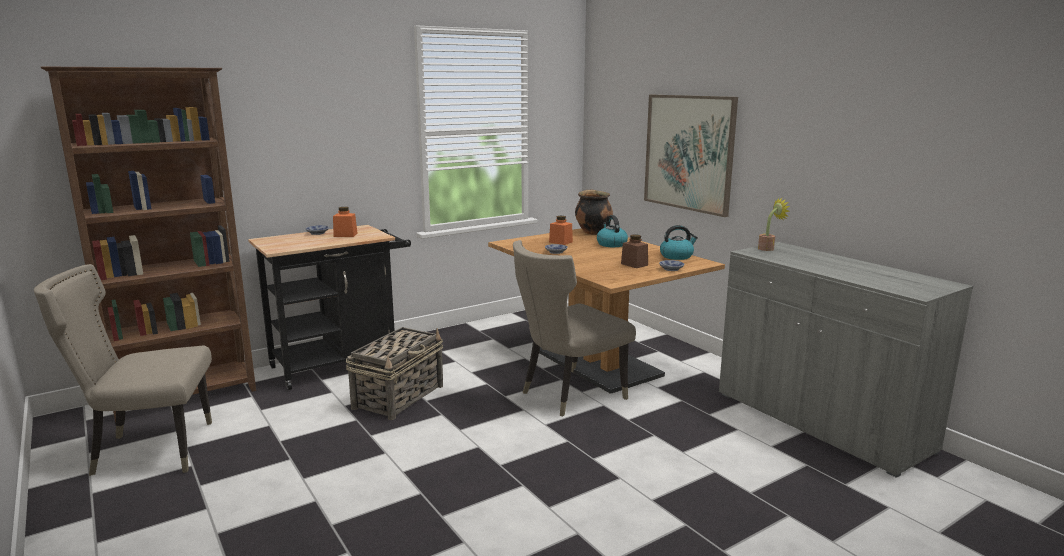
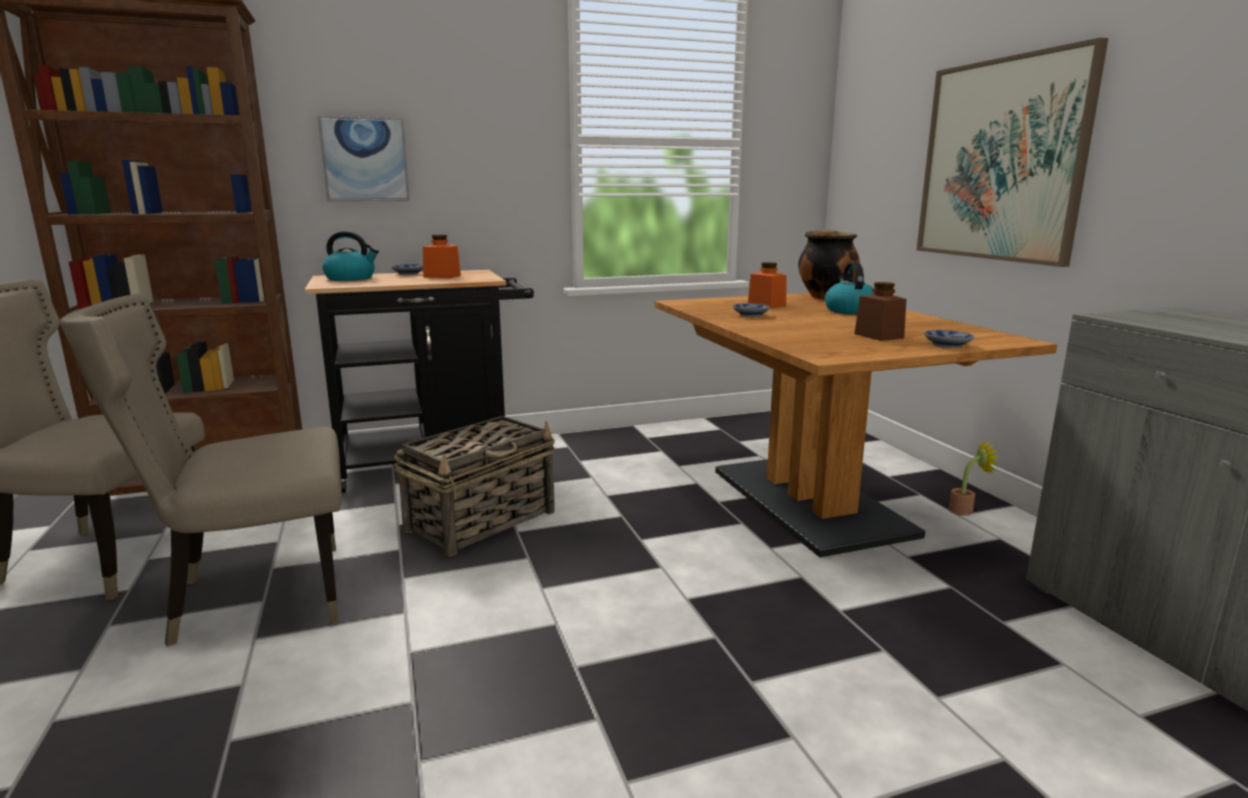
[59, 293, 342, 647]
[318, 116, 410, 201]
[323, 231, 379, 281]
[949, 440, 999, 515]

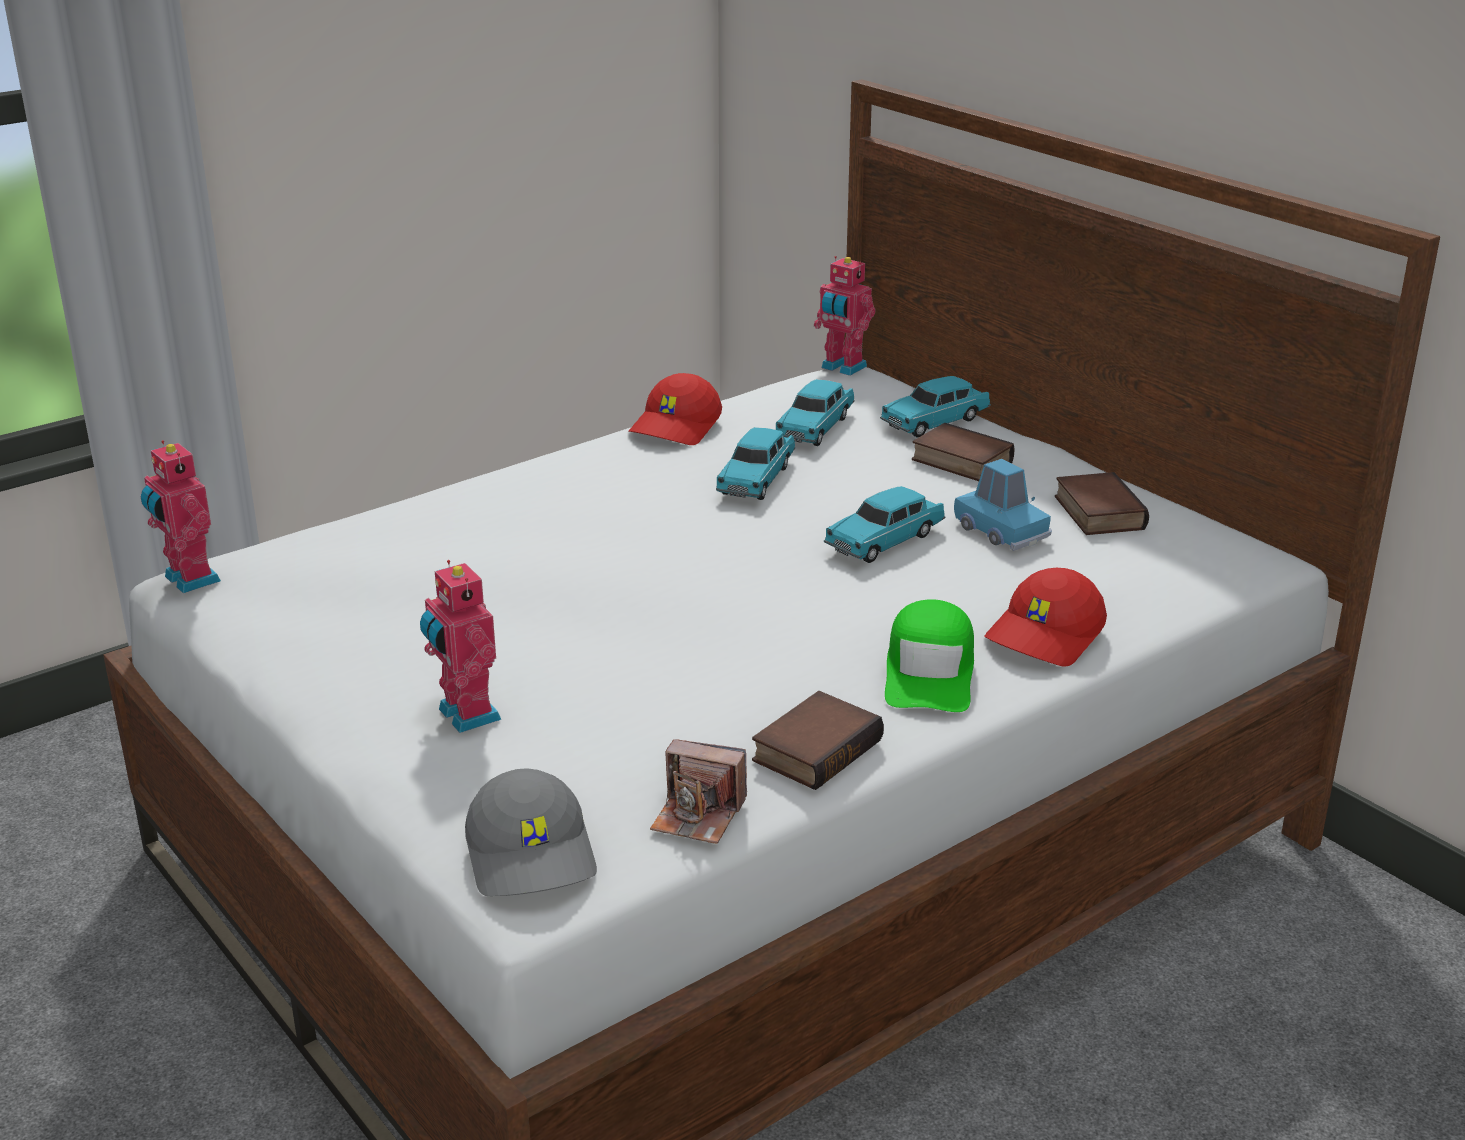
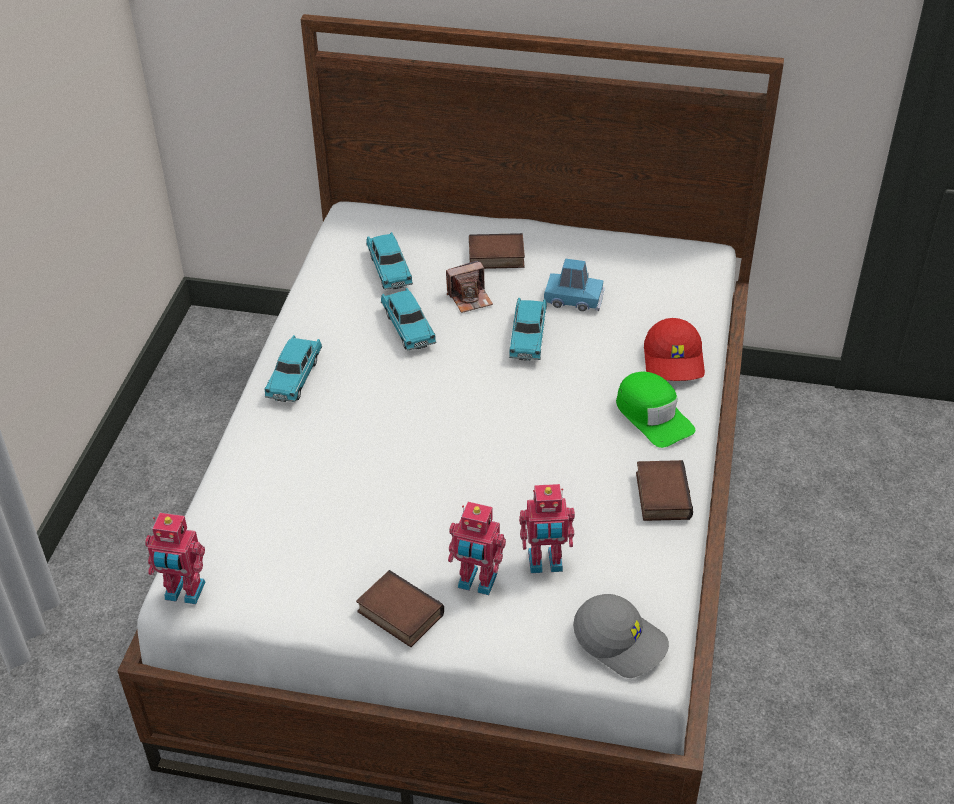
[264, 335, 322, 402]
[356, 570, 444, 647]
[446, 260, 493, 313]
[519, 484, 575, 573]
[628, 373, 722, 445] (first image)

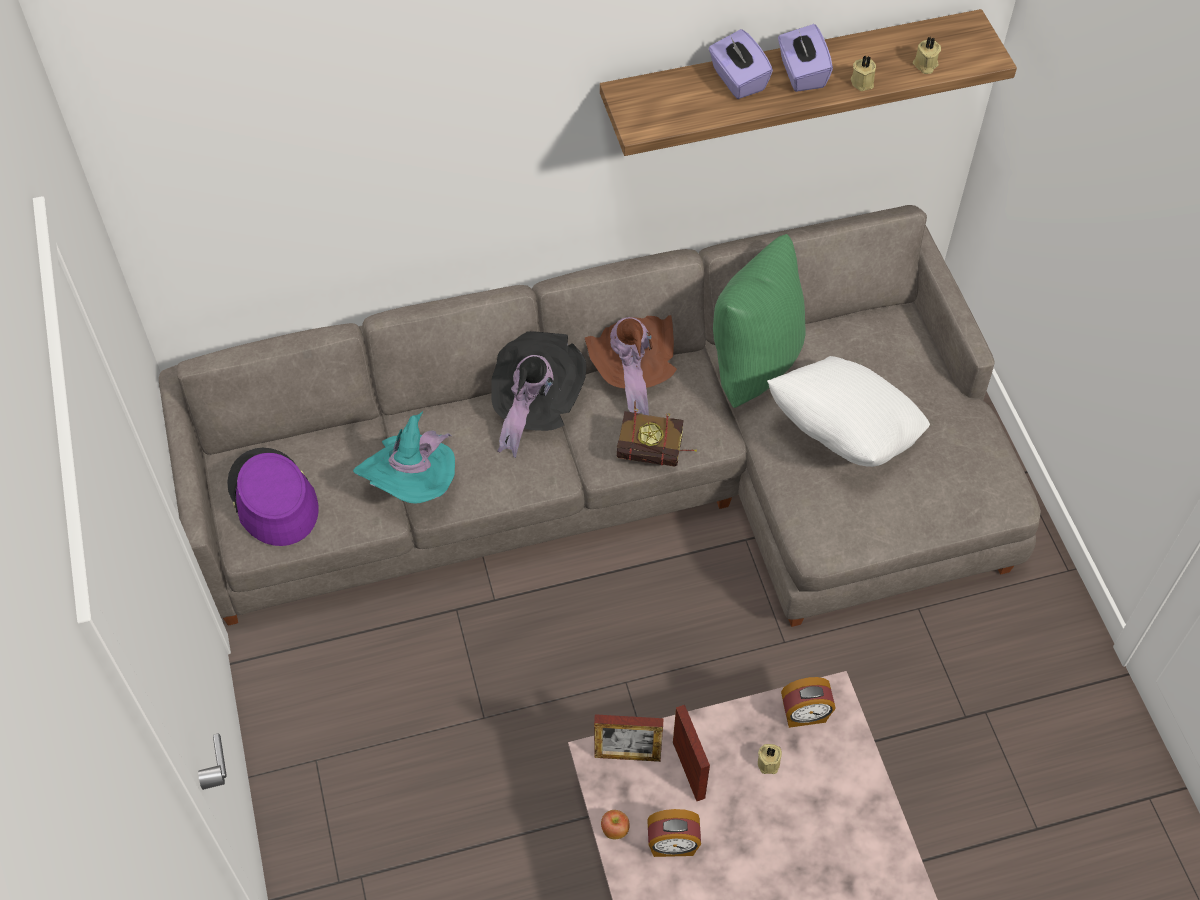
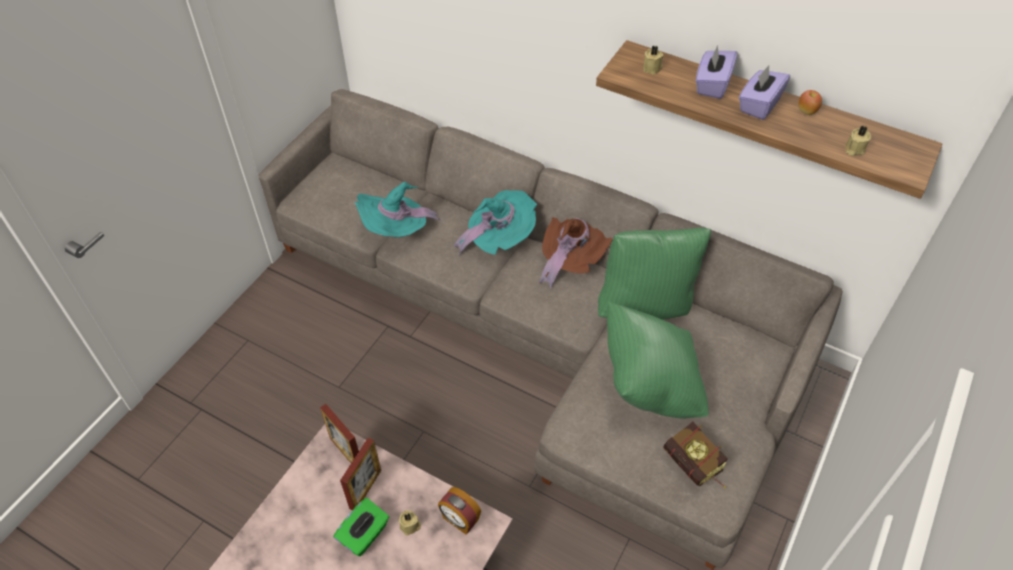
[333, 498, 389, 557]
[454, 190, 537, 255]
[607, 301, 709, 419]
[643, 46, 664, 75]
[664, 422, 728, 488]
[799, 90, 822, 115]
[227, 448, 319, 546] (first image)
[647, 809, 701, 857] (first image)

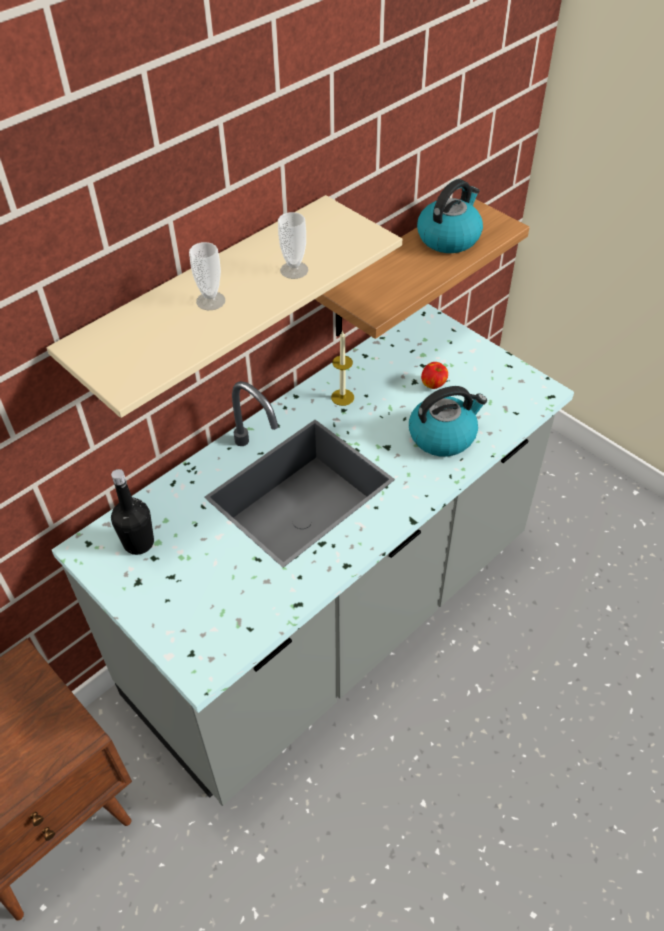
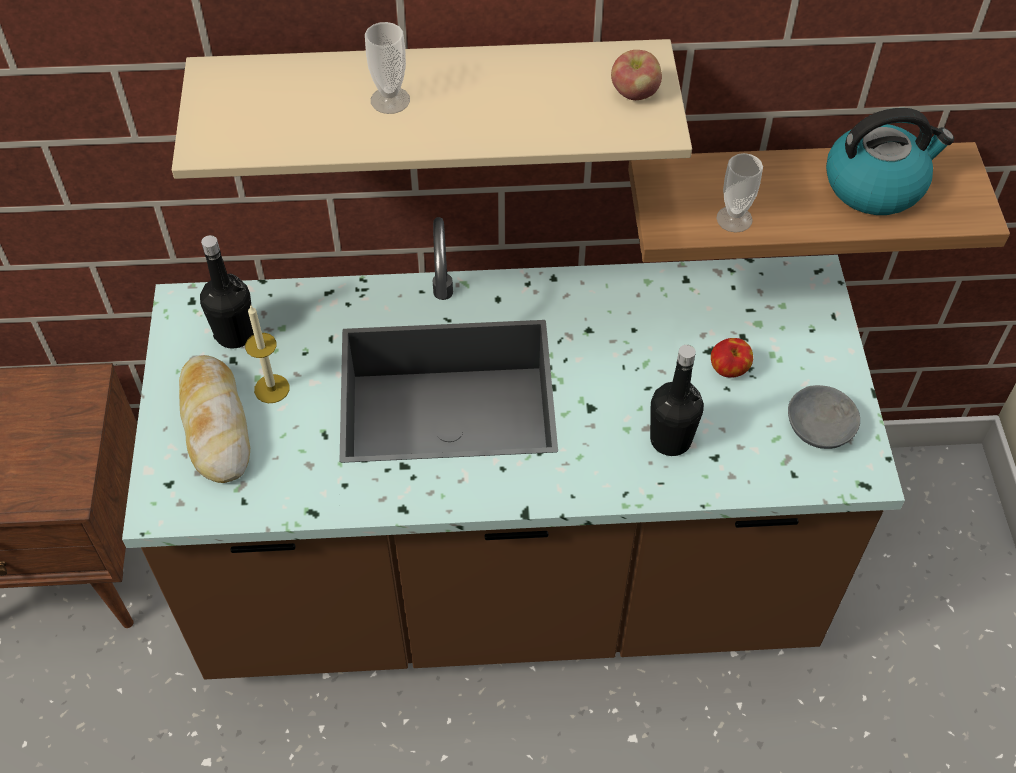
[122, 217, 905, 679]
[179, 355, 250, 483]
[245, 304, 290, 403]
[611, 50, 662, 100]
[650, 345, 704, 456]
[716, 153, 763, 233]
[788, 385, 860, 449]

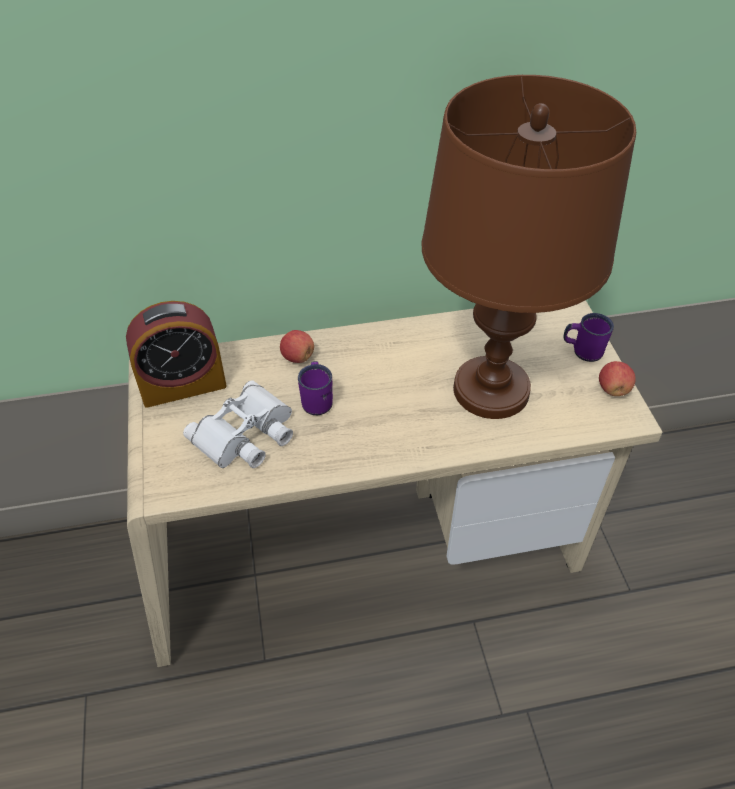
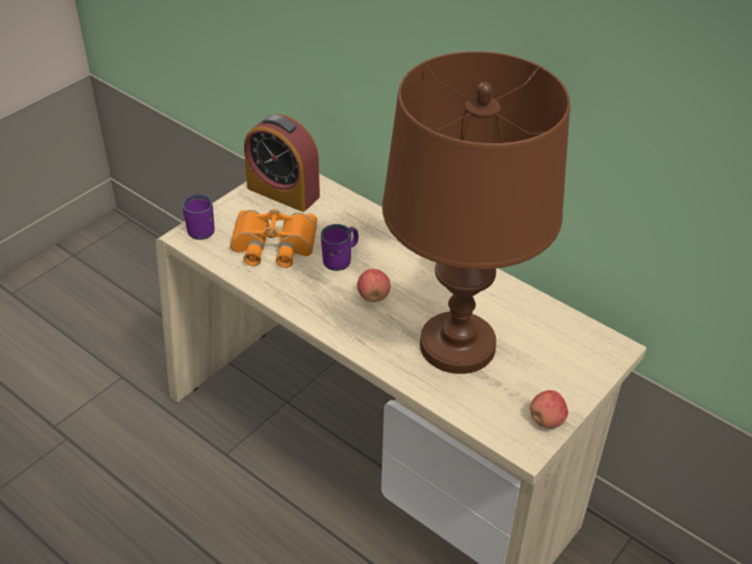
[182, 194, 215, 240]
[230, 209, 317, 268]
[357, 269, 391, 302]

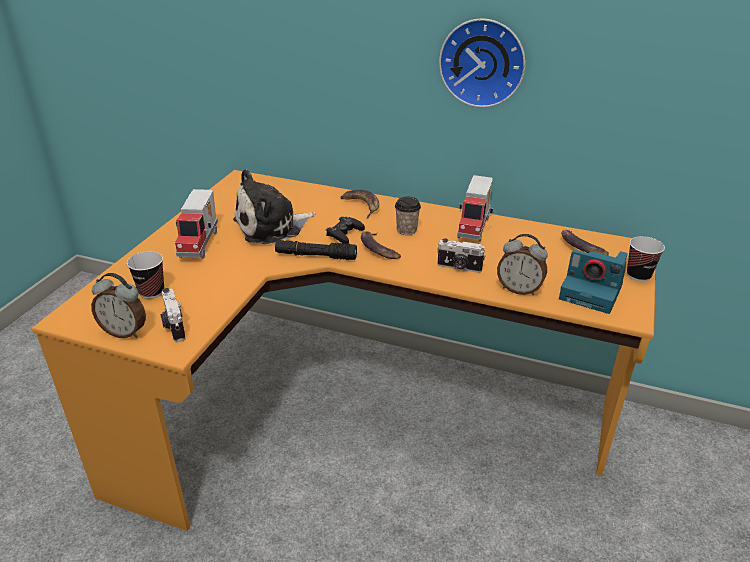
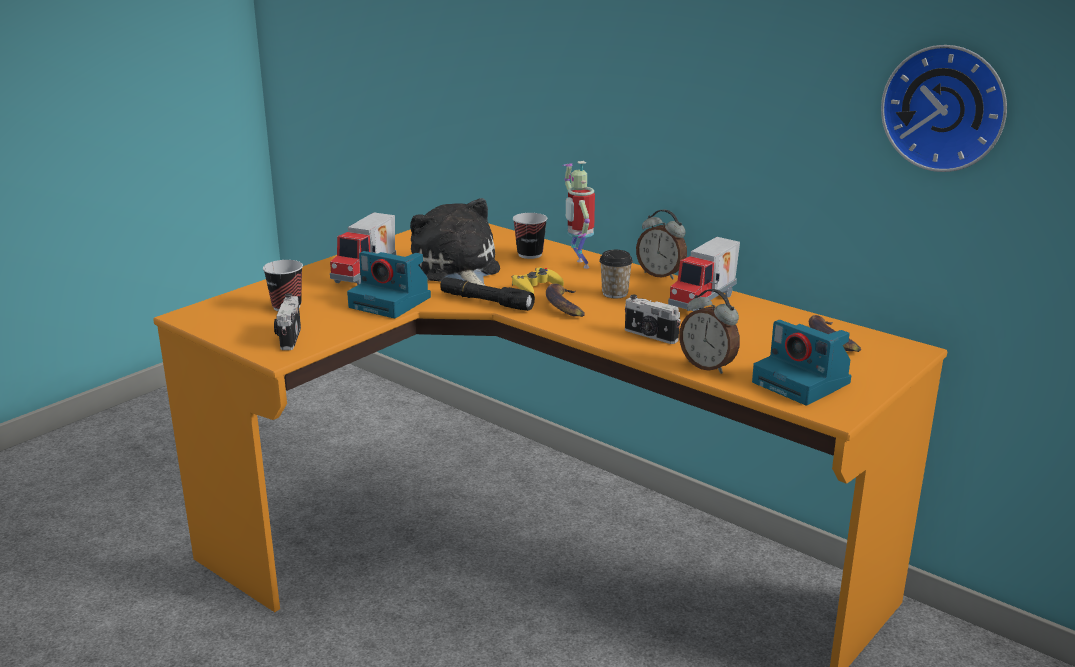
[347, 251, 431, 318]
[410, 198, 500, 286]
[512, 267, 564, 294]
[513, 213, 548, 259]
[562, 161, 595, 269]
[636, 209, 687, 280]
[881, 45, 1007, 172]

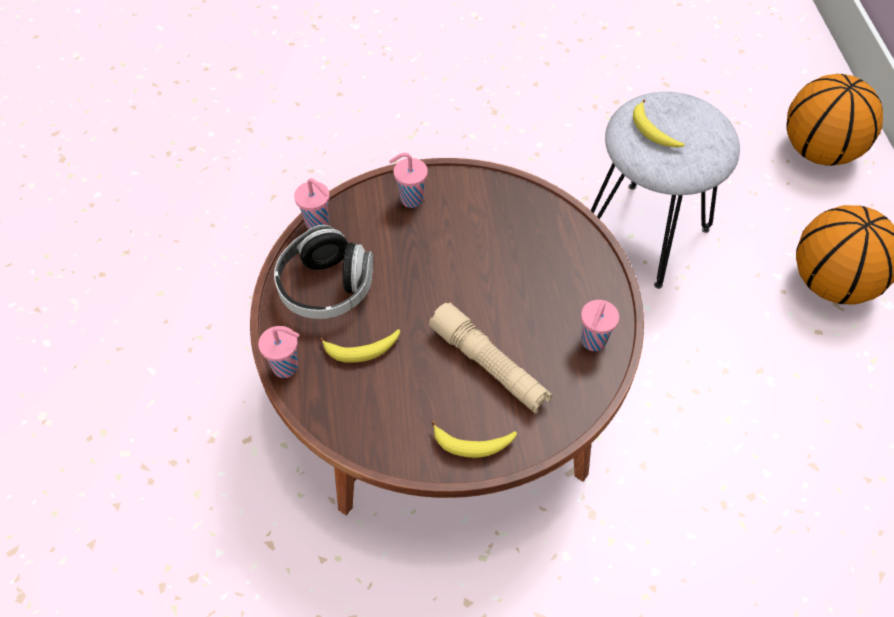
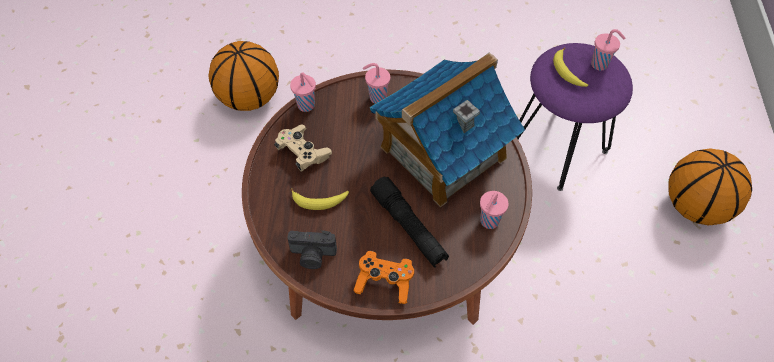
[208, 41, 279, 111]
[274, 124, 332, 172]
[287, 230, 337, 269]
[353, 251, 414, 304]
[370, 52, 525, 207]
[370, 177, 449, 268]
[517, 43, 633, 191]
[591, 29, 625, 71]

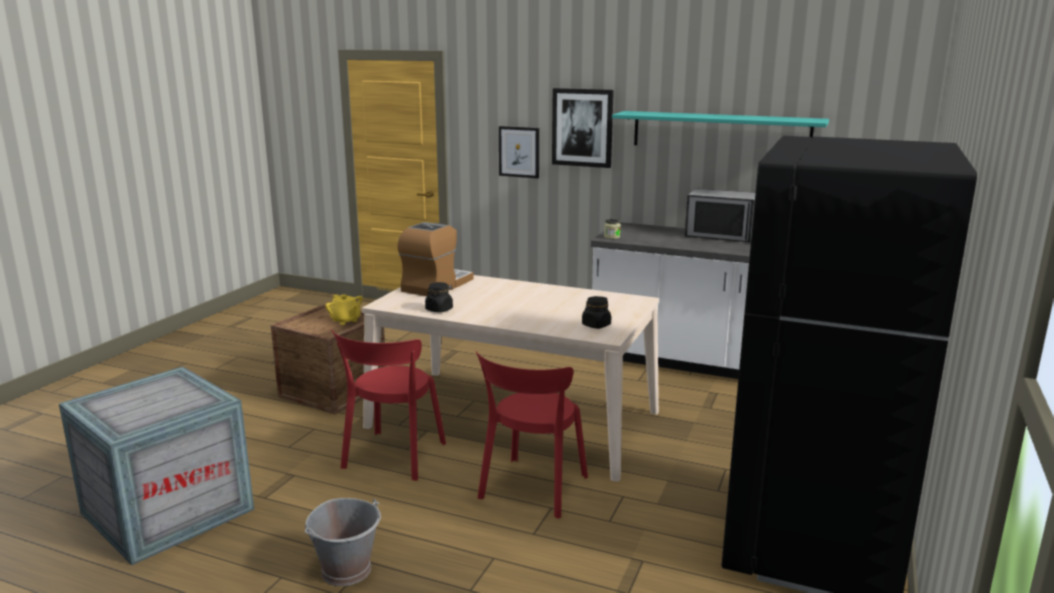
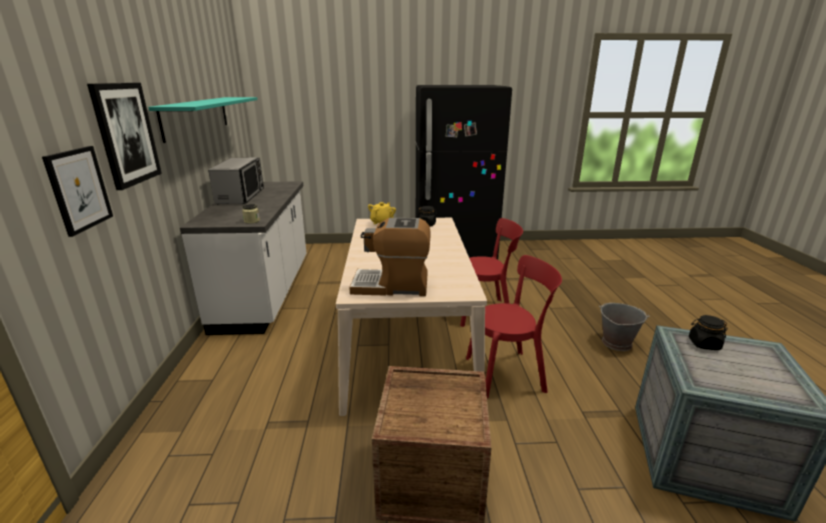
[368, 202, 396, 224]
[689, 315, 728, 350]

